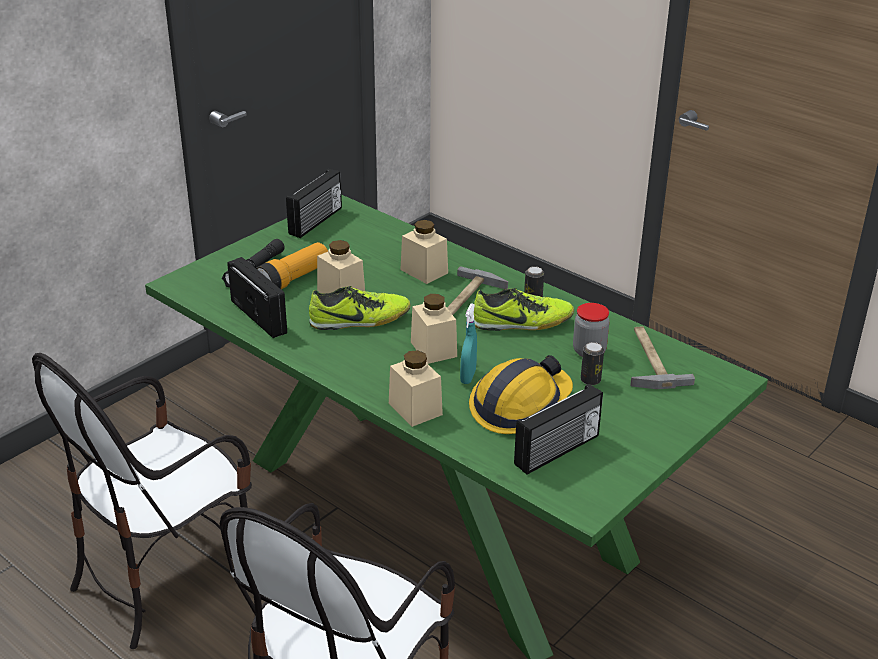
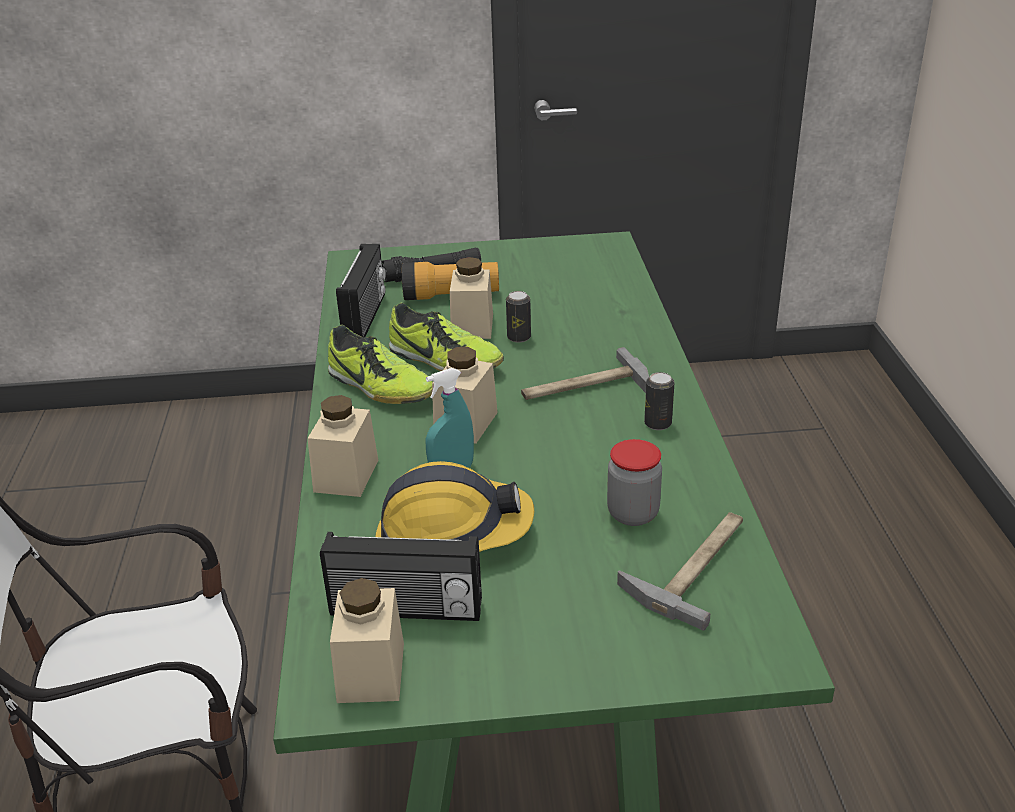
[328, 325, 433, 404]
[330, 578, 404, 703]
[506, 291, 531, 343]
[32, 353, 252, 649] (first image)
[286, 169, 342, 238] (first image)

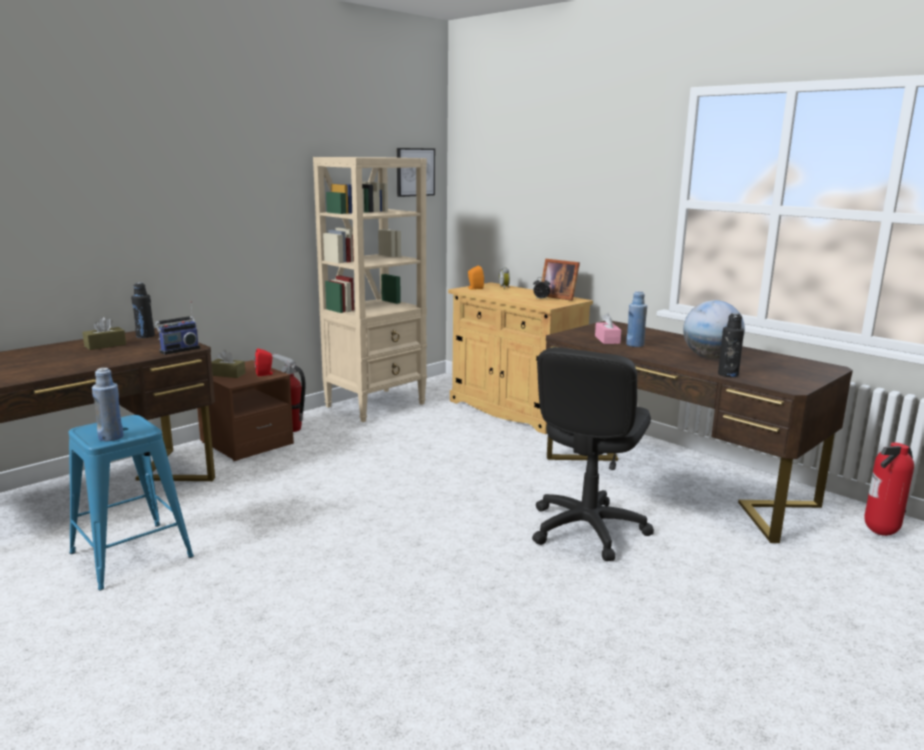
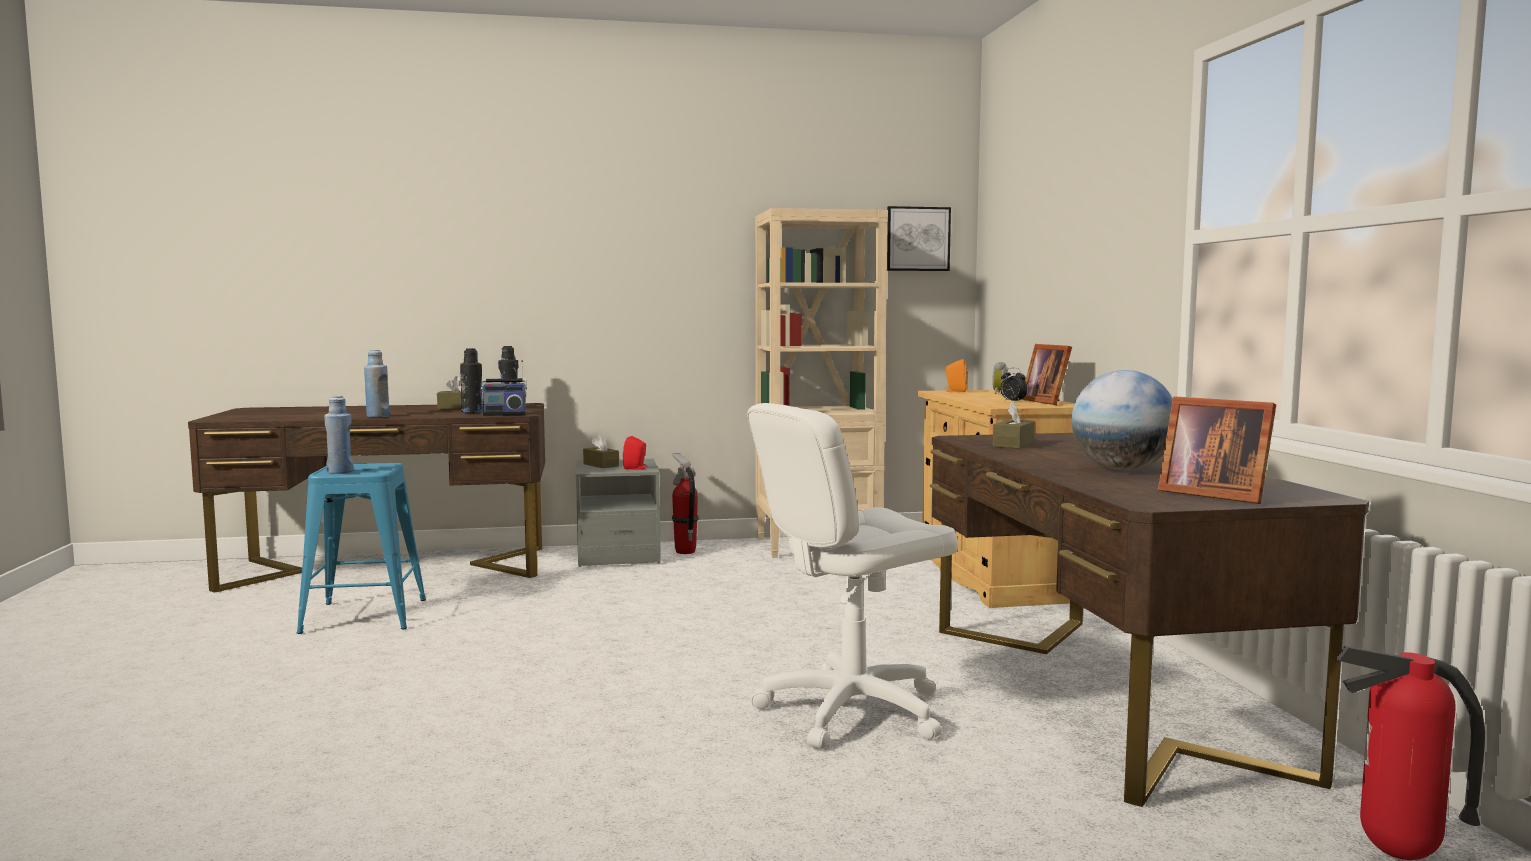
[364, 350, 389, 417]
[460, 348, 483, 413]
[576, 459, 661, 567]
[747, 403, 958, 749]
[993, 401, 1035, 449]
[1158, 396, 1276, 504]

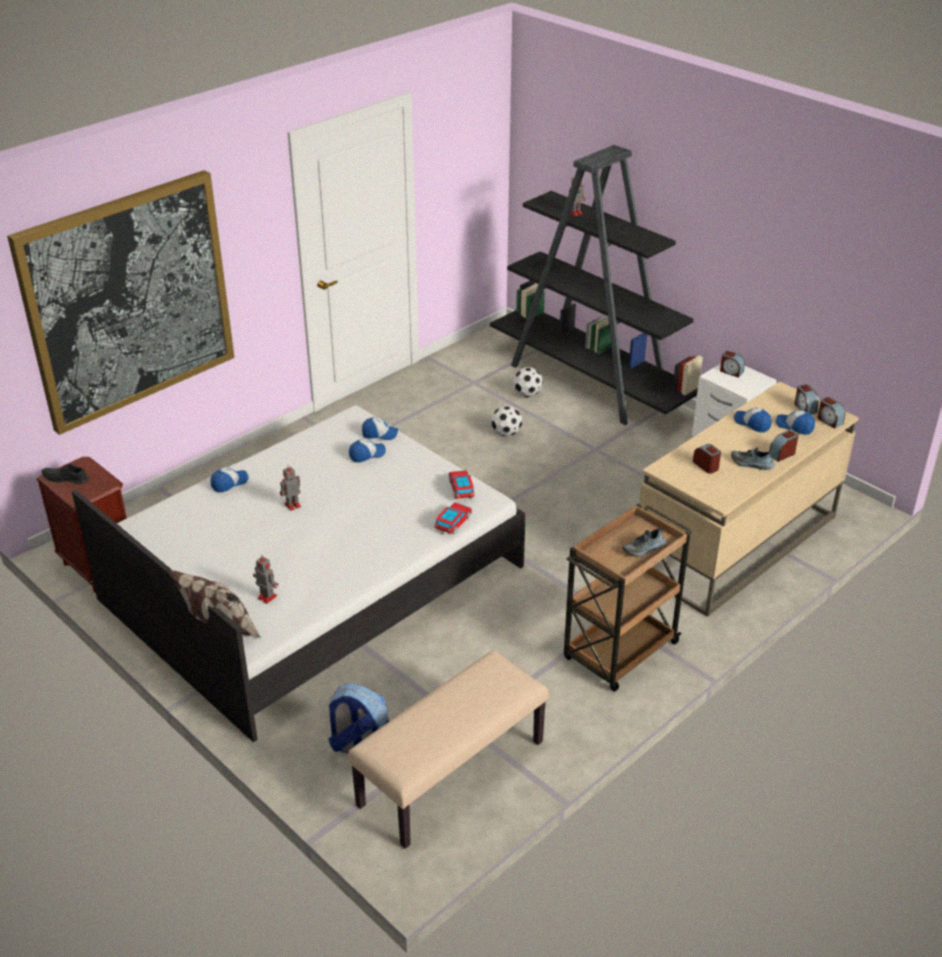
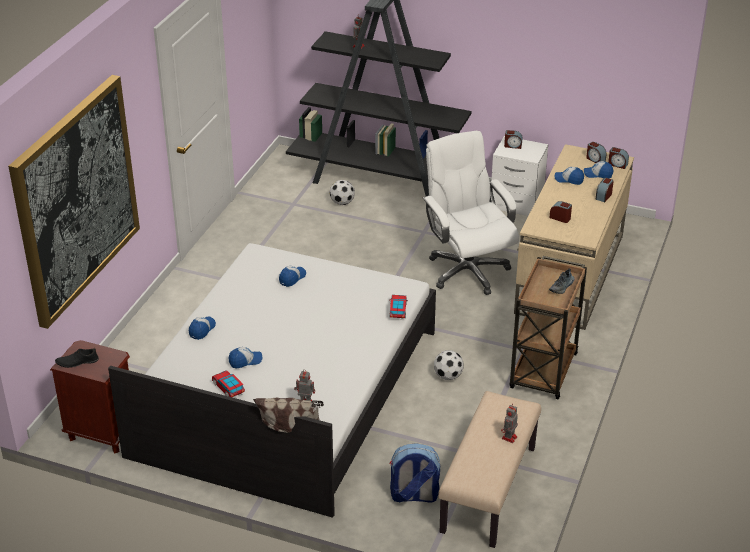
[212, 370, 245, 397]
[229, 347, 262, 368]
[423, 131, 519, 295]
[434, 350, 464, 380]
[501, 405, 518, 443]
[731, 447, 775, 470] (first image)

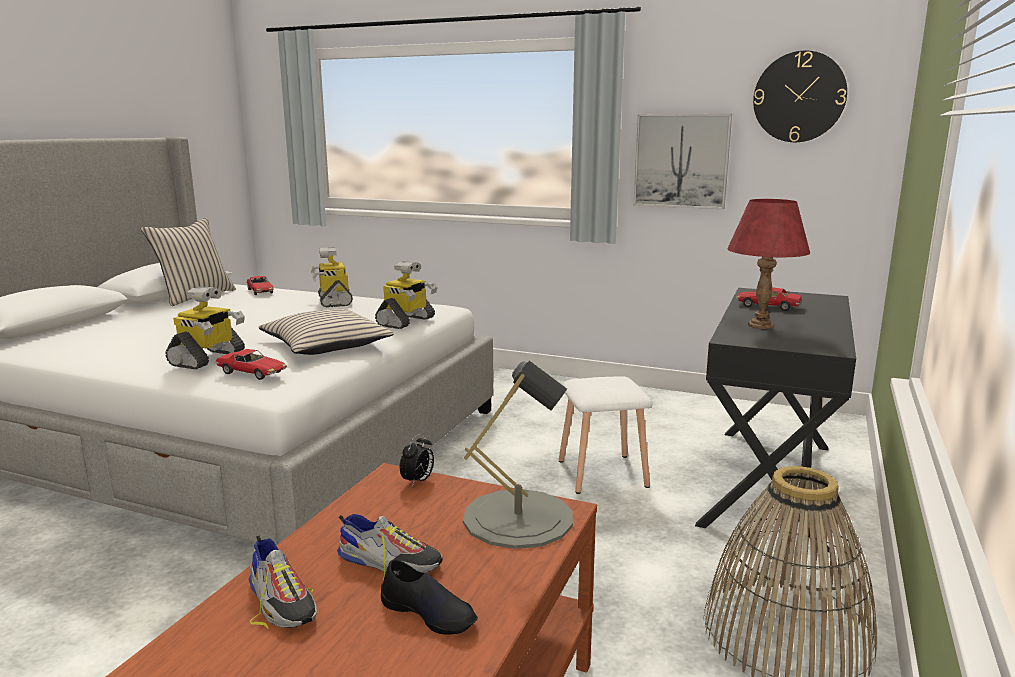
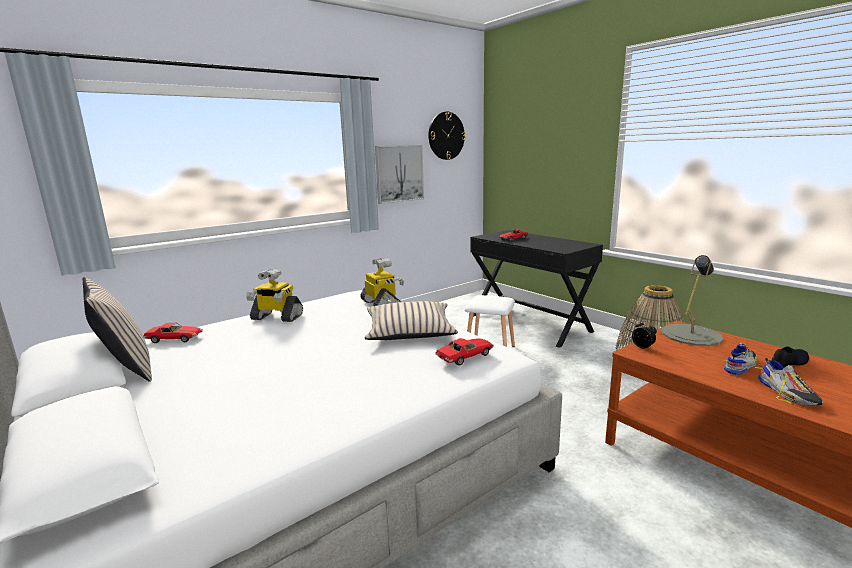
[758, 358, 823, 406]
[165, 286, 245, 369] (first image)
[727, 199, 810, 329] (first image)

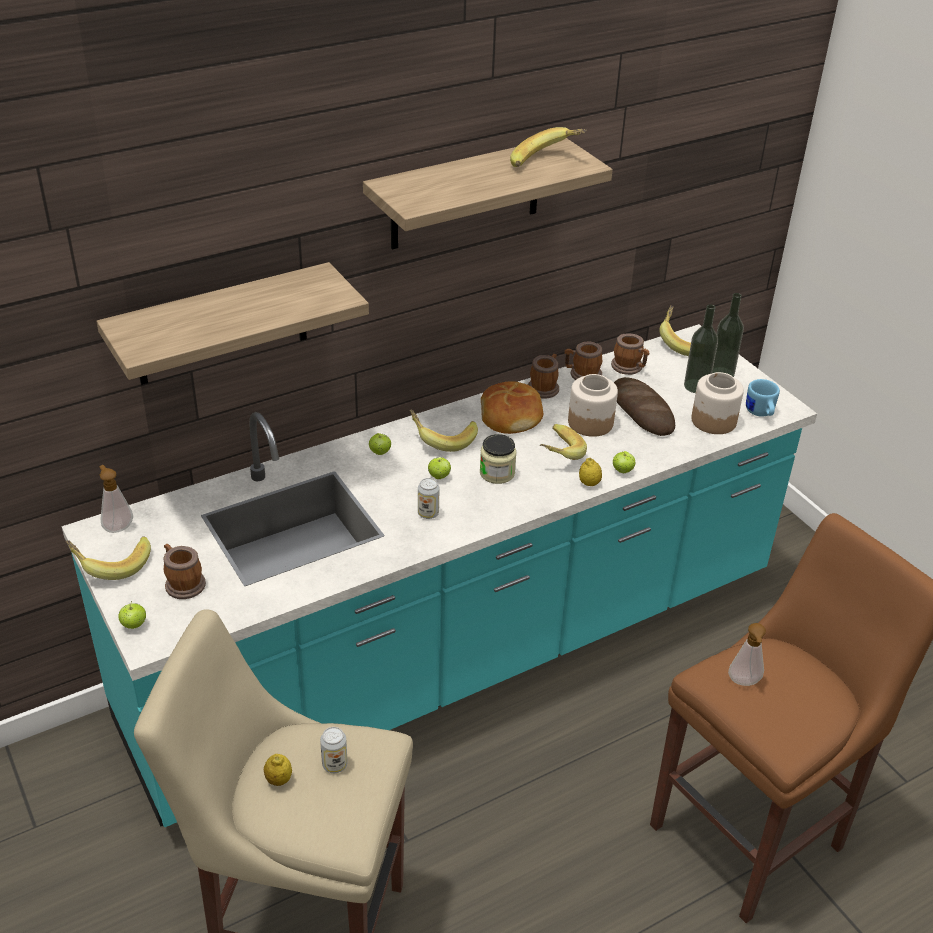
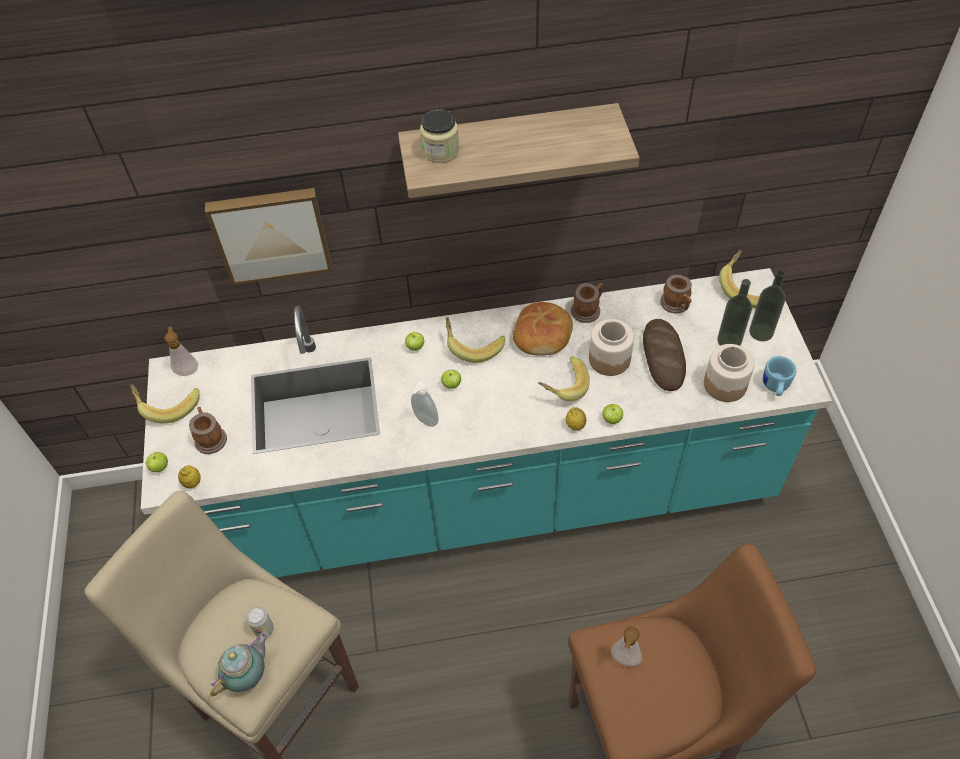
[178, 465, 201, 488]
[205, 188, 333, 285]
[210, 632, 269, 696]
[411, 381, 439, 427]
[420, 109, 459, 163]
[510, 127, 587, 167] (first image)
[564, 341, 602, 380] (first image)

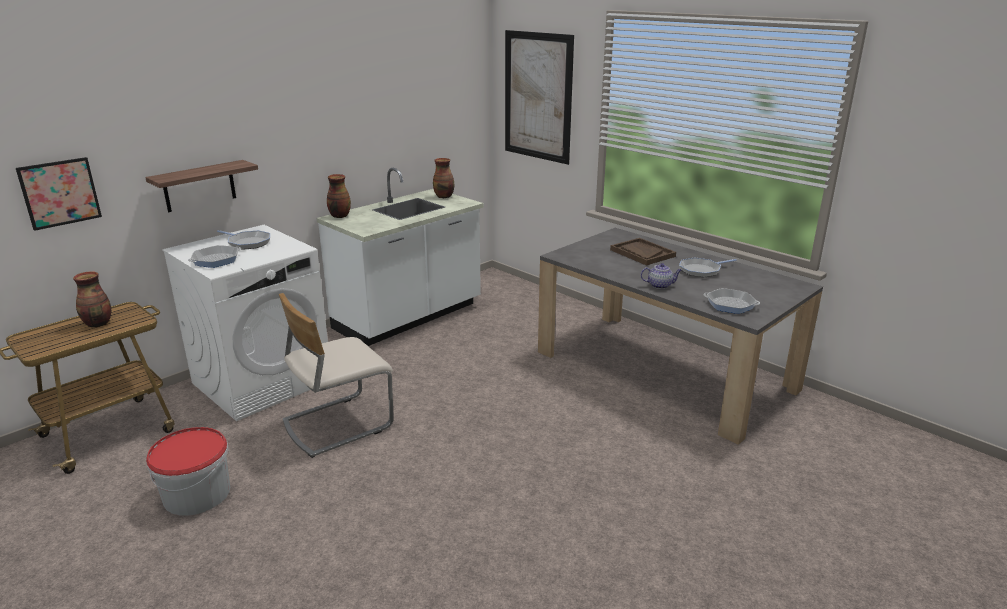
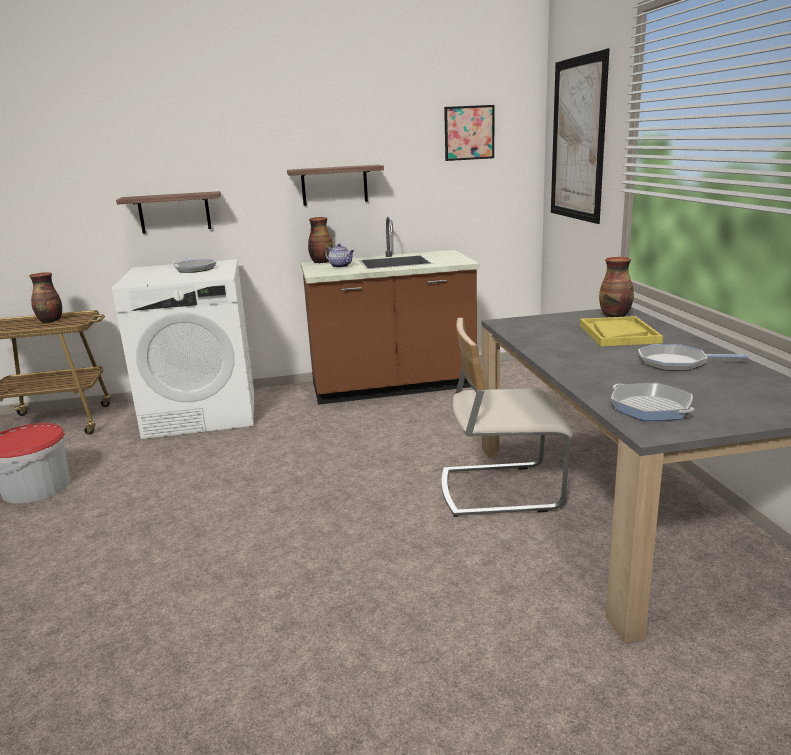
[287, 165, 384, 206]
[300, 216, 480, 405]
[325, 244, 354, 268]
[441, 318, 573, 517]
[444, 105, 494, 161]
[580, 316, 663, 346]
[599, 257, 634, 317]
[188, 245, 241, 268] (first image)

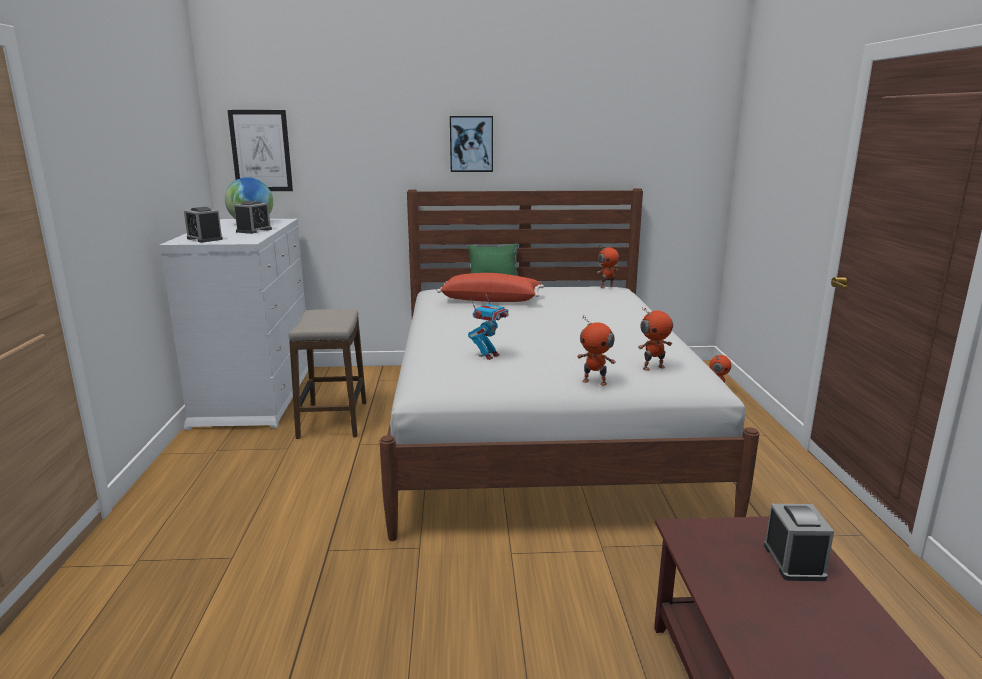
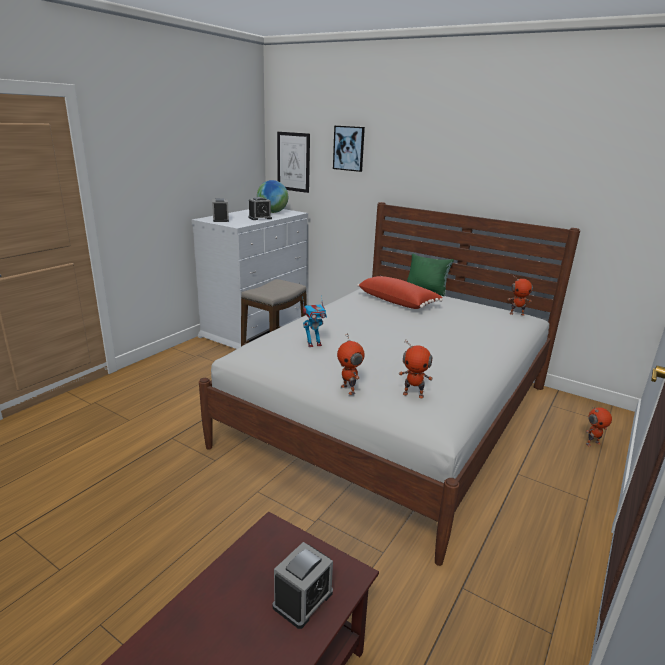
[333, 126, 365, 172]

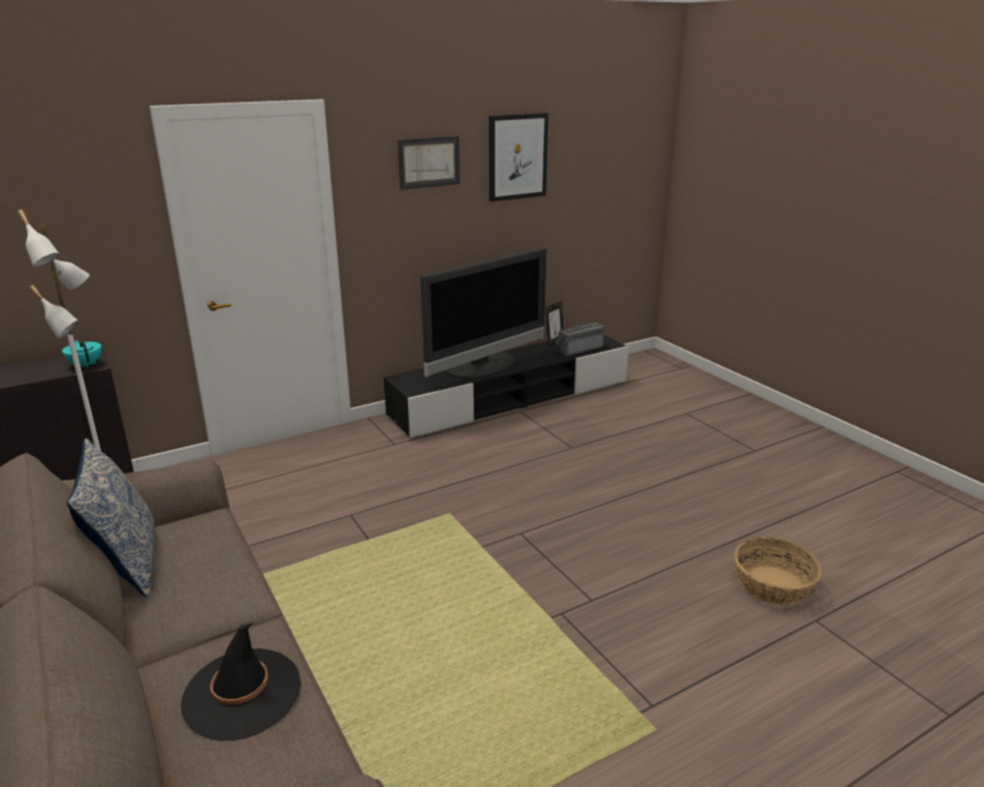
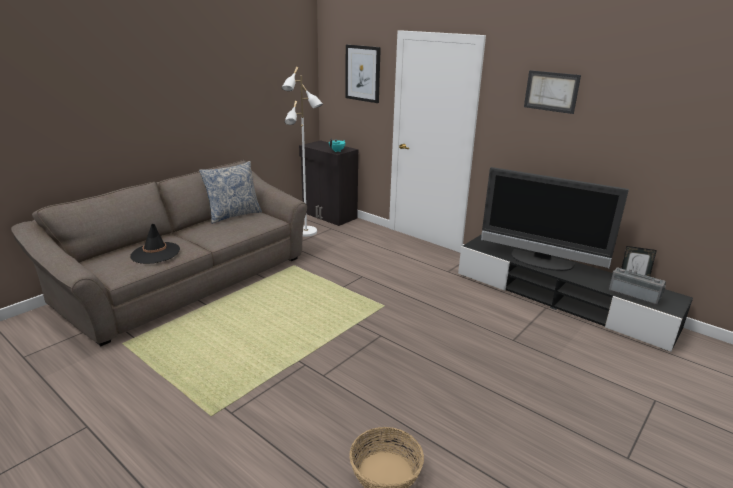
[345, 45, 381, 103]

